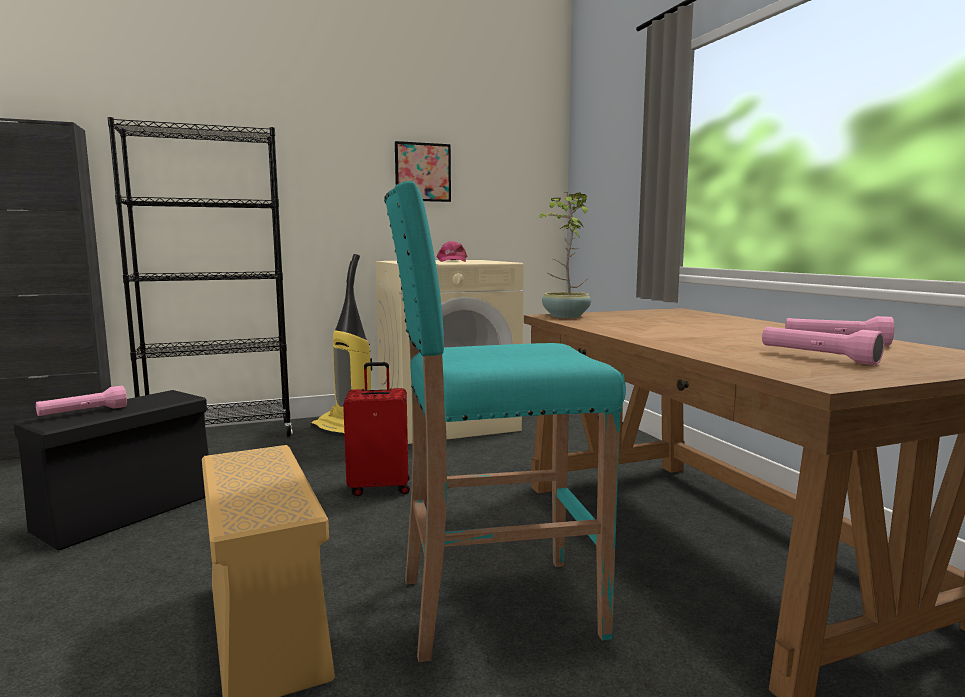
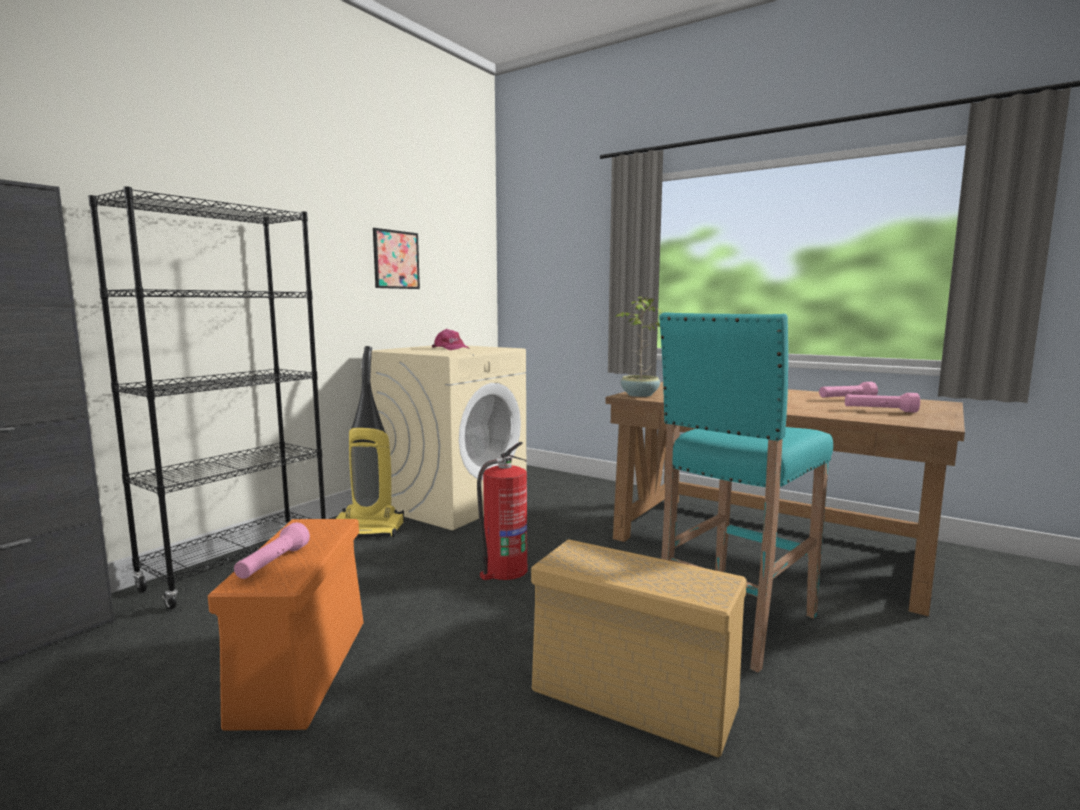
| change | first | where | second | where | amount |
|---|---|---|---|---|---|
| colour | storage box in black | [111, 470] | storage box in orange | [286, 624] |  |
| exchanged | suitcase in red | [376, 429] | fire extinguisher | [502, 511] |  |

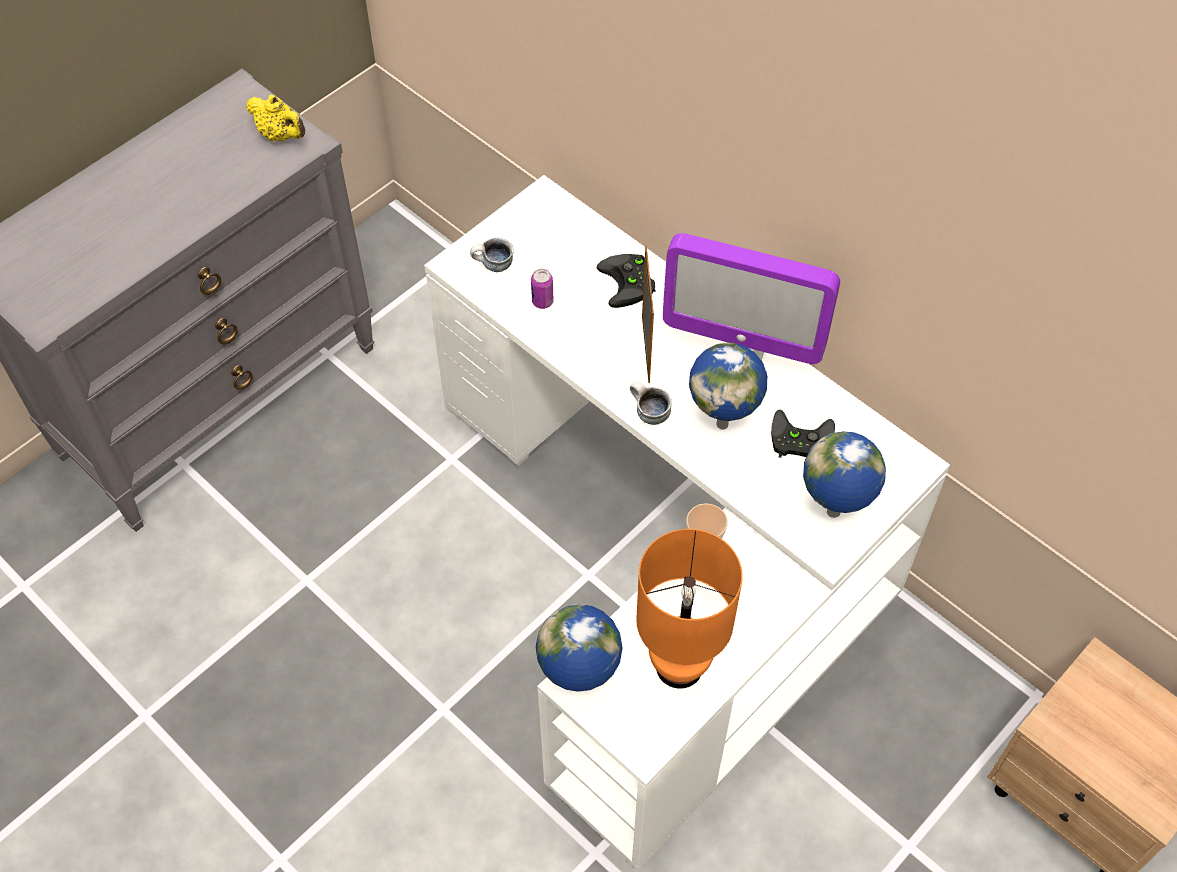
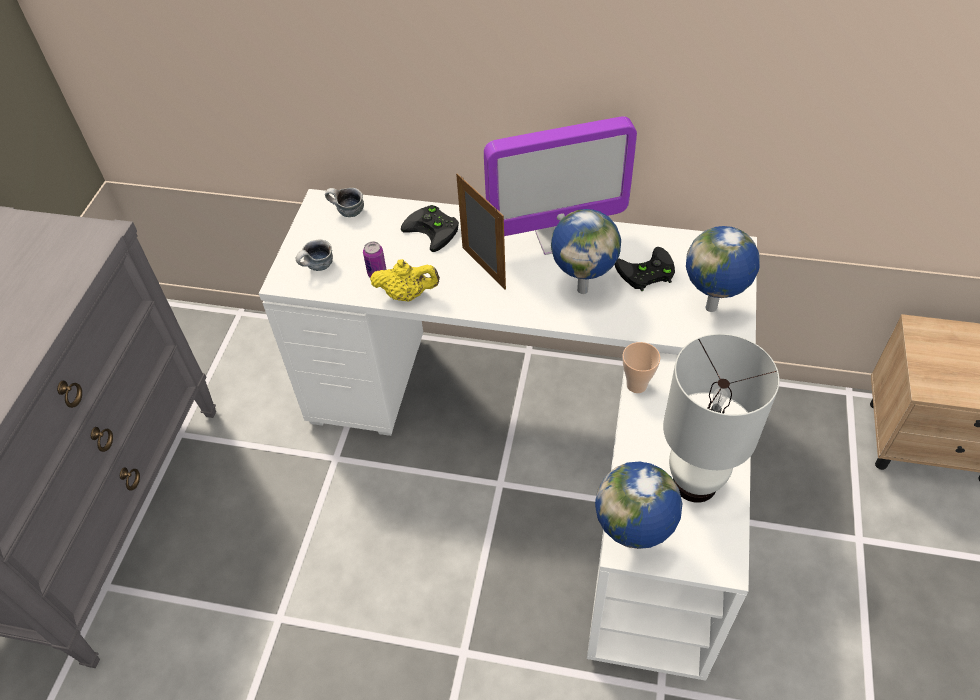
| change | first | where | second | where | amount |
|---|---|---|---|---|---|
| relocated | mug | [651, 403] |  | [344, 202] |  |
| relocated | teapot in yellow | [275, 117] |  | [405, 280] |  |
| colour | table lamp in orange | [689, 609] | table lamp in white | [721, 418] |  |

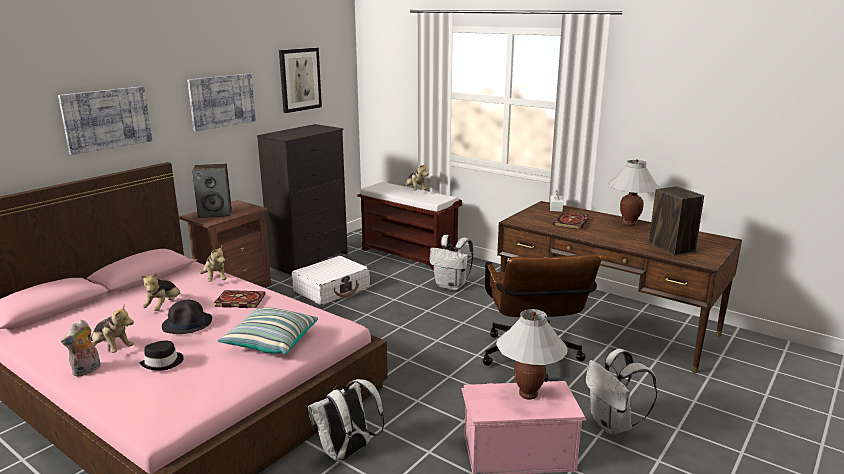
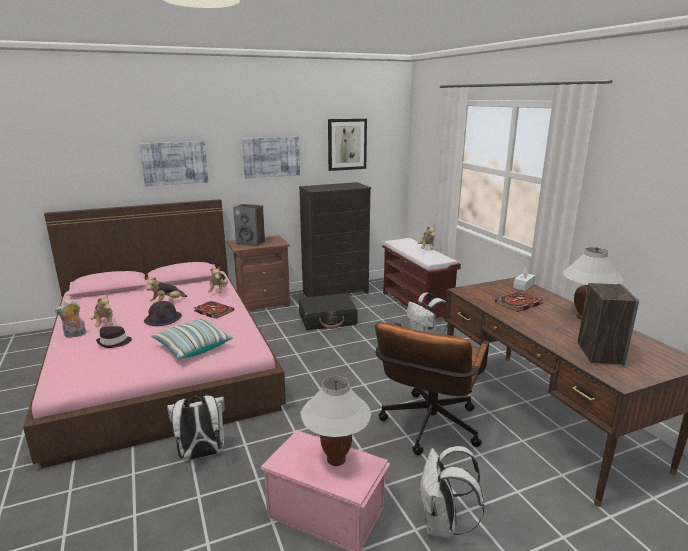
| change | first | where | second | where | amount |
|---|---|---|---|---|---|
| colour | suitcase in white | [331, 280] | suitcase in black | [327, 311] |  |

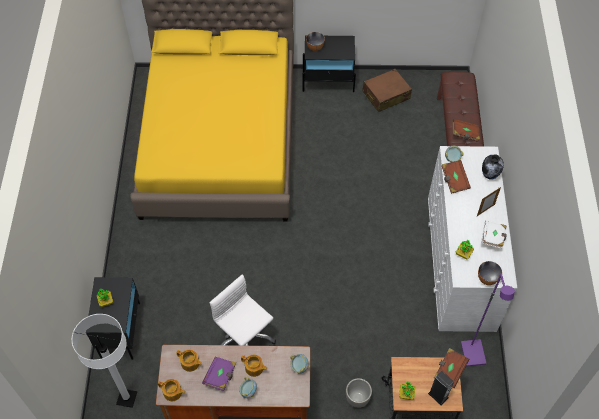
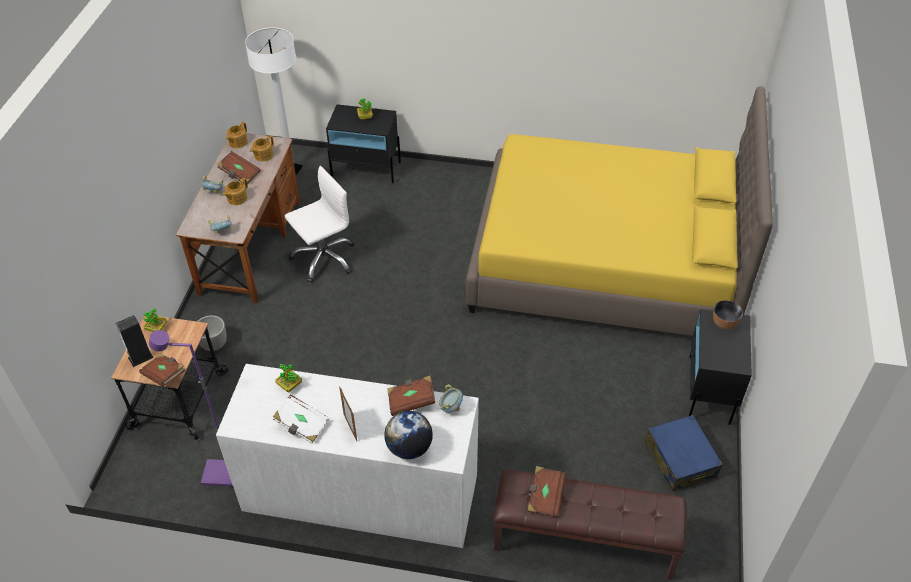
| change | first | where | second | where | amount |
|---|---|---|---|---|---|
| colour | book in purple | [219, 374] | book in brown | [239, 167] |  |
| exchanged | vase | [493, 166] | globe | [408, 435] |  |
| colour | suitcase in brown | [387, 90] | suitcase in blue | [684, 453] |  |
| missing | bowl | [490, 273] |  |  |  |

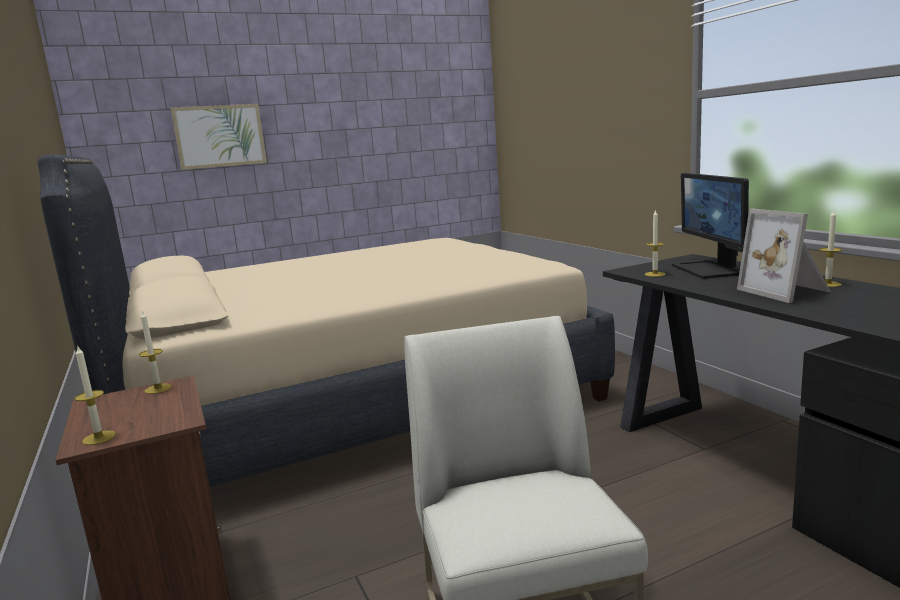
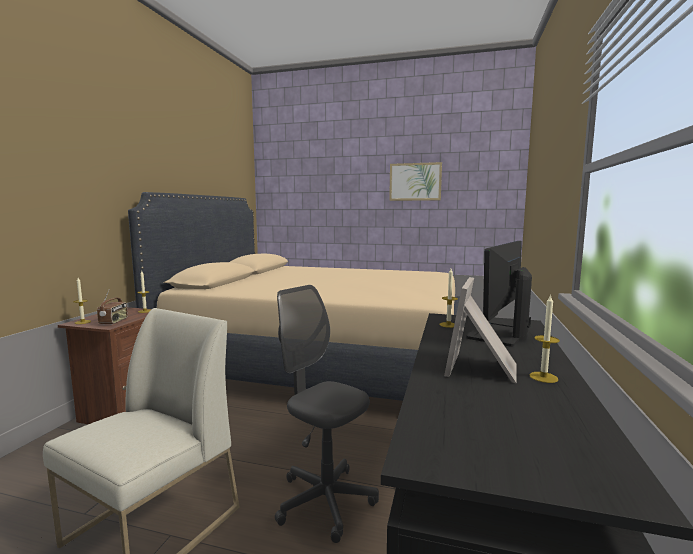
| change | first | where | second | where | amount |
|---|---|---|---|---|---|
| appeared |  |  | radio | [112, 307] |  |
| appeared |  |  | office chair in grey | [327, 414] |  |
| relocated | picture | [219, 137] |  | [415, 181] |  |

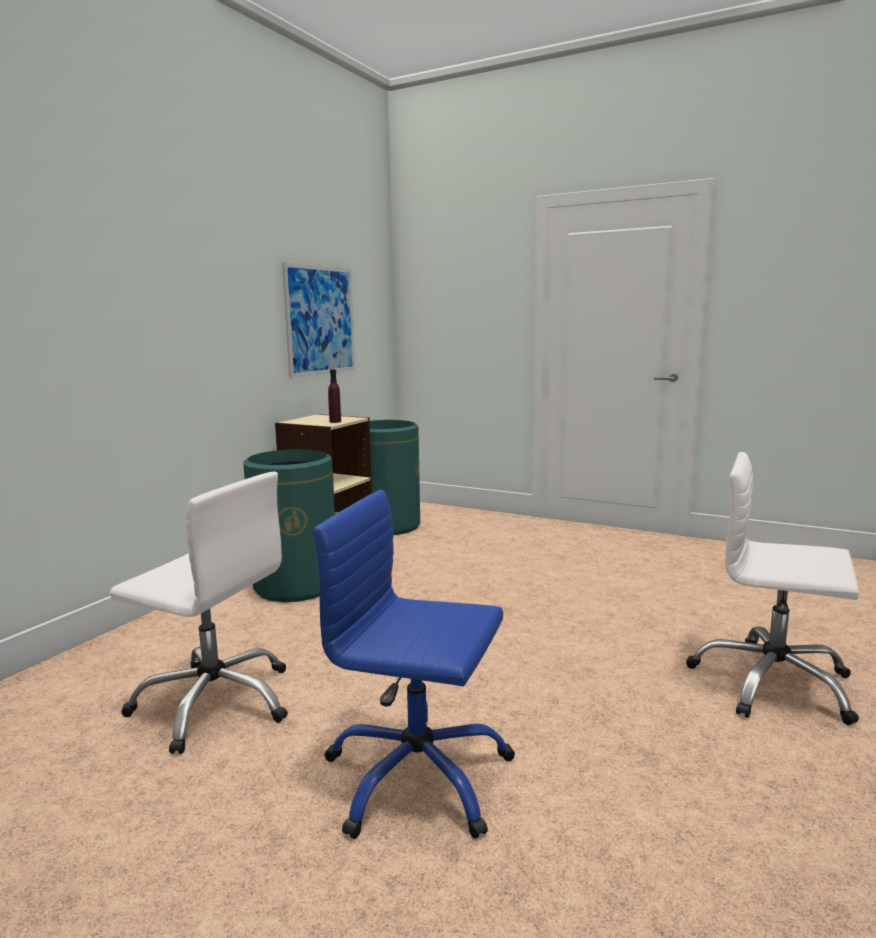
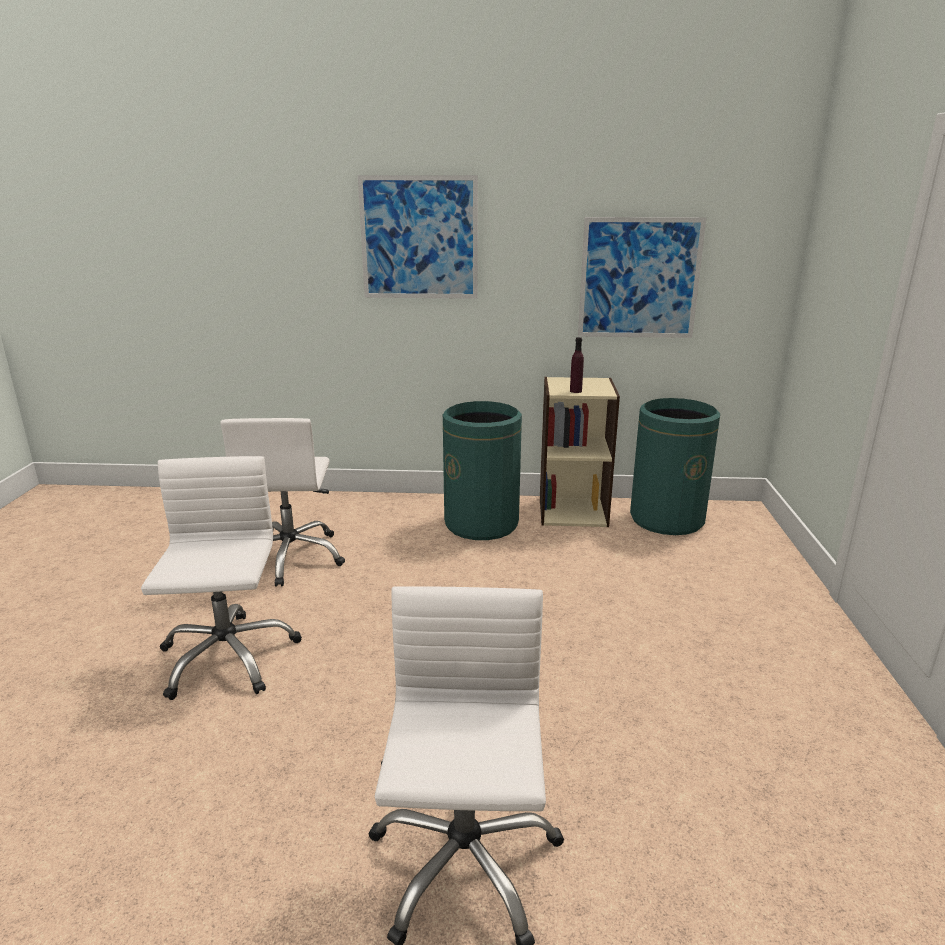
| change | first | where | second | where | amount |
|---|---|---|---|---|---|
| colour | office chair in blue | [414, 664] | office chair in white | [221, 578] |  |
| appeared |  |  | picture | [418, 237] |  |

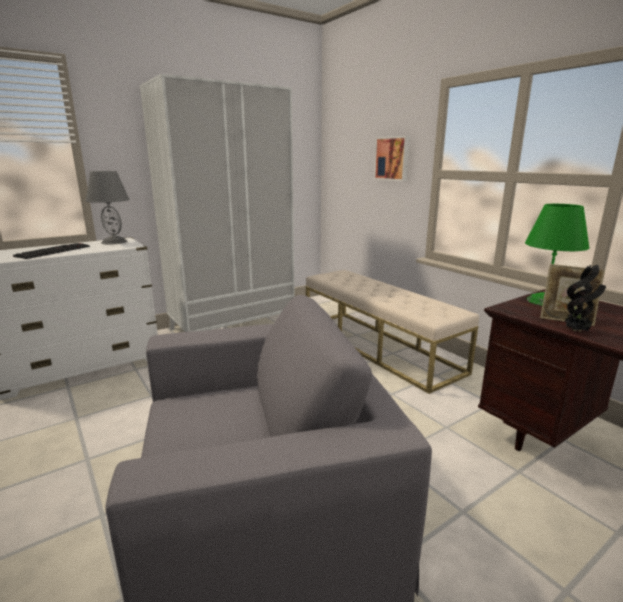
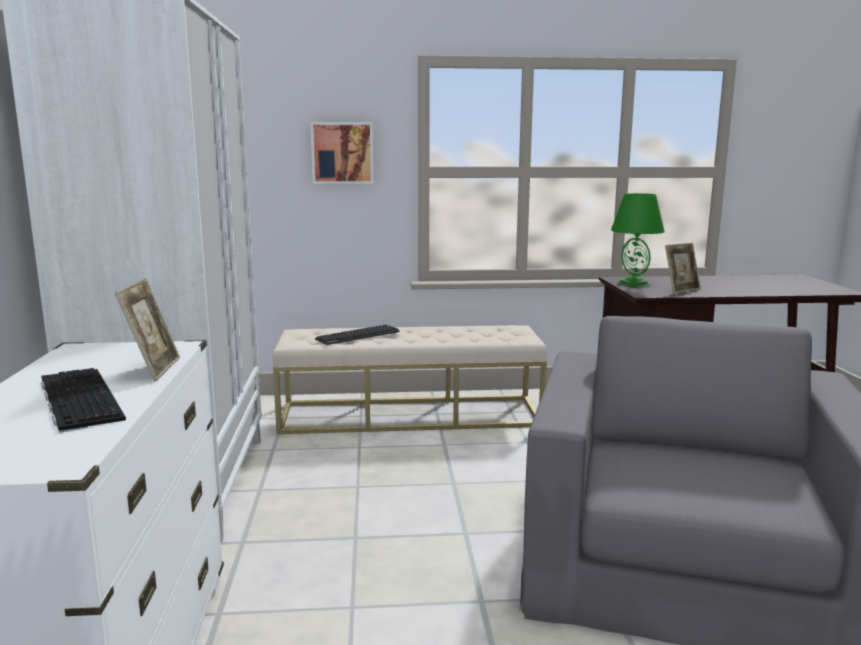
| change | first | where | second | where | amount |
|---|---|---|---|---|---|
| appeared |  |  | picture frame | [147, 329] |  |
| appeared |  |  | keyboard | [357, 334] |  |
| missing | table lamp in grey | [108, 208] |  |  |  |
| missing | potted plant | [585, 298] |  |  |  |

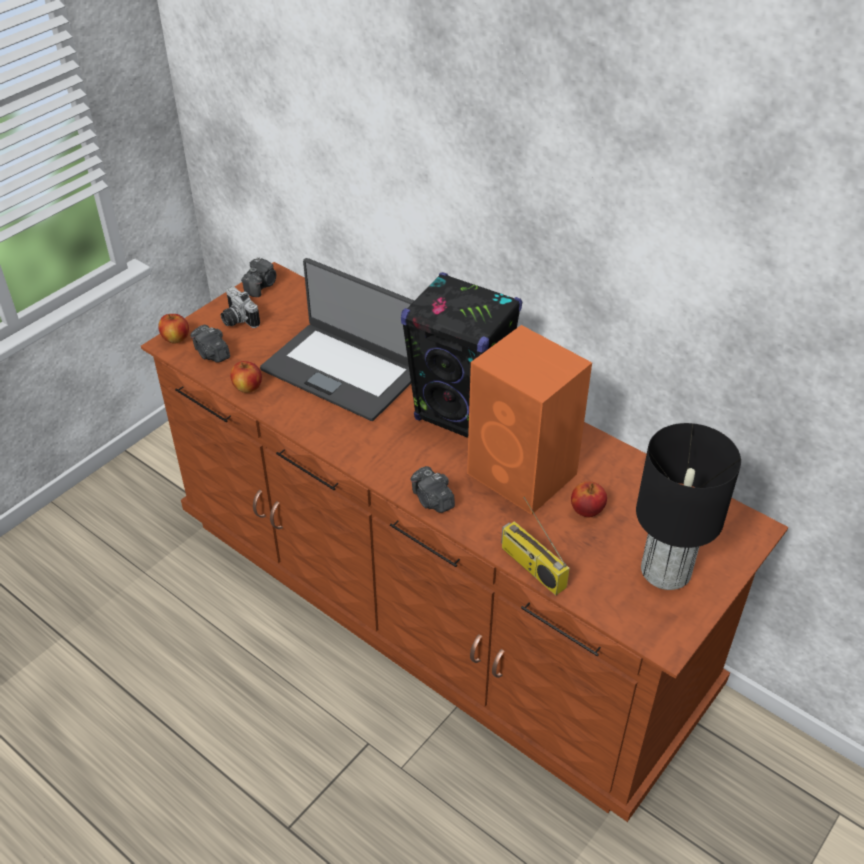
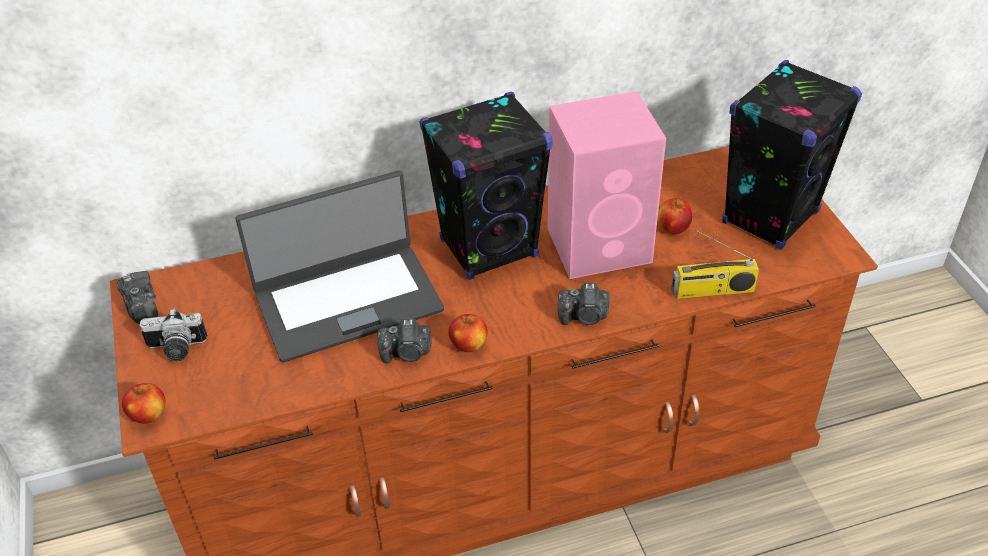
| change | first | where | second | where | amount |
|---|---|---|---|---|---|
| relocated | photo camera | [210, 344] |  | [404, 341] |  |
| relocated | apple | [246, 377] |  | [468, 333] |  |
| colour | speaker in orange | [529, 420] | speaker in pink | [607, 185] |  |
| exchanged | table lamp in black | [688, 506] | speaker in black | [792, 155] |  |

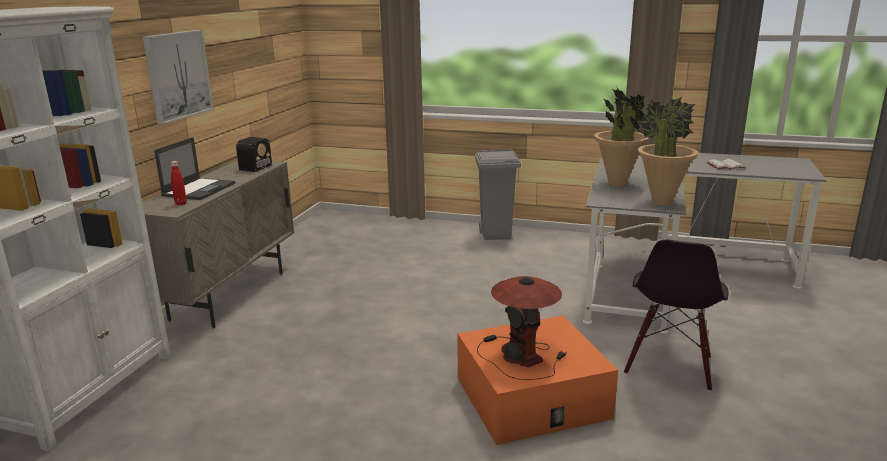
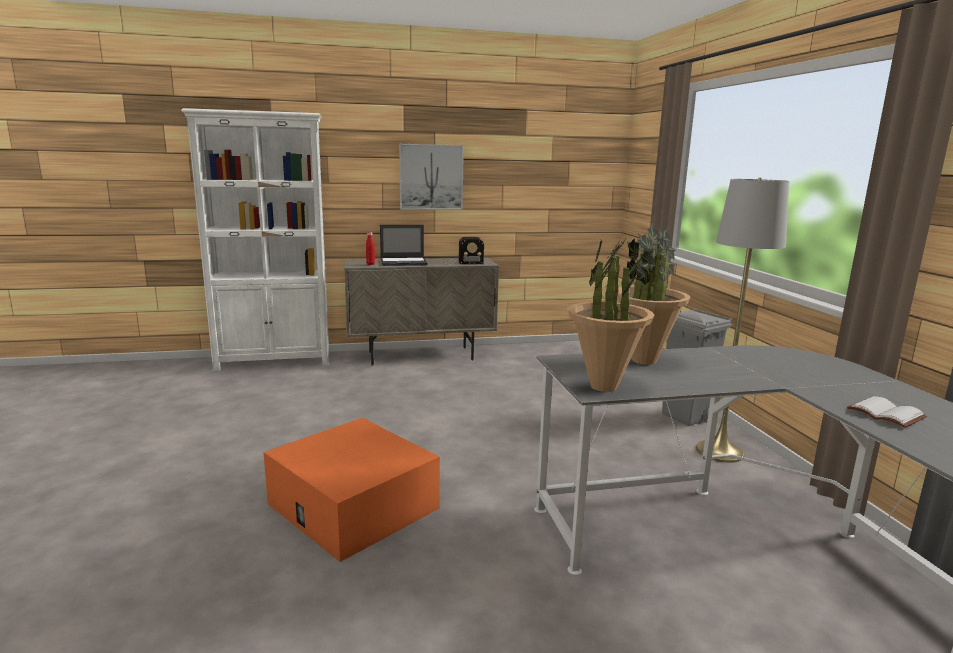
| change | first | where | second | where | amount |
|---|---|---|---|---|---|
| appeared |  |  | floor lamp in grey | [742, 320] |  |
| missing | table lamp | [522, 328] |  |  |  |
| missing | chair in black | [676, 316] |  |  |  |

